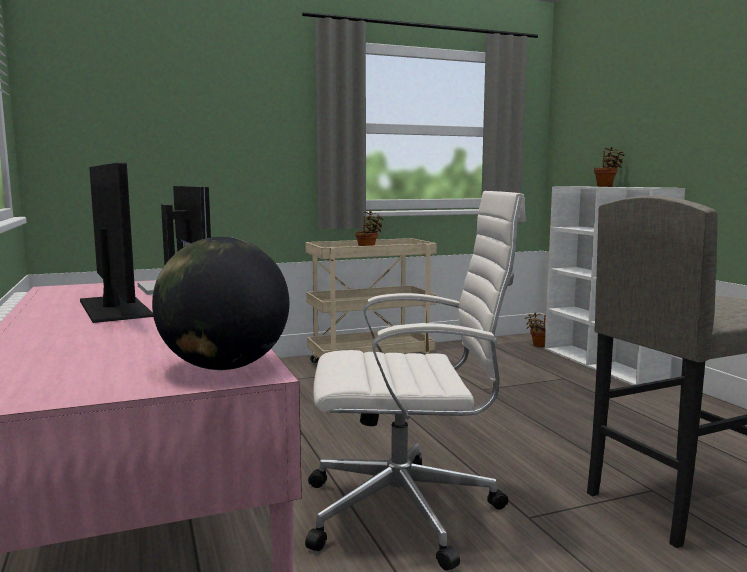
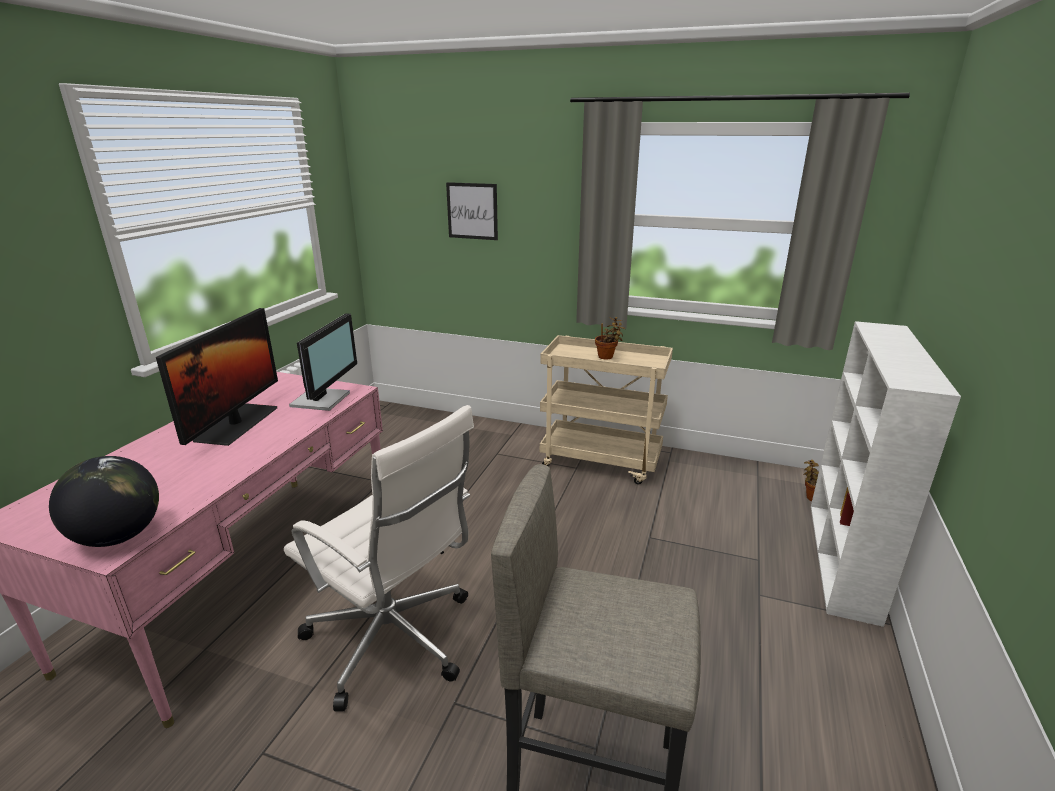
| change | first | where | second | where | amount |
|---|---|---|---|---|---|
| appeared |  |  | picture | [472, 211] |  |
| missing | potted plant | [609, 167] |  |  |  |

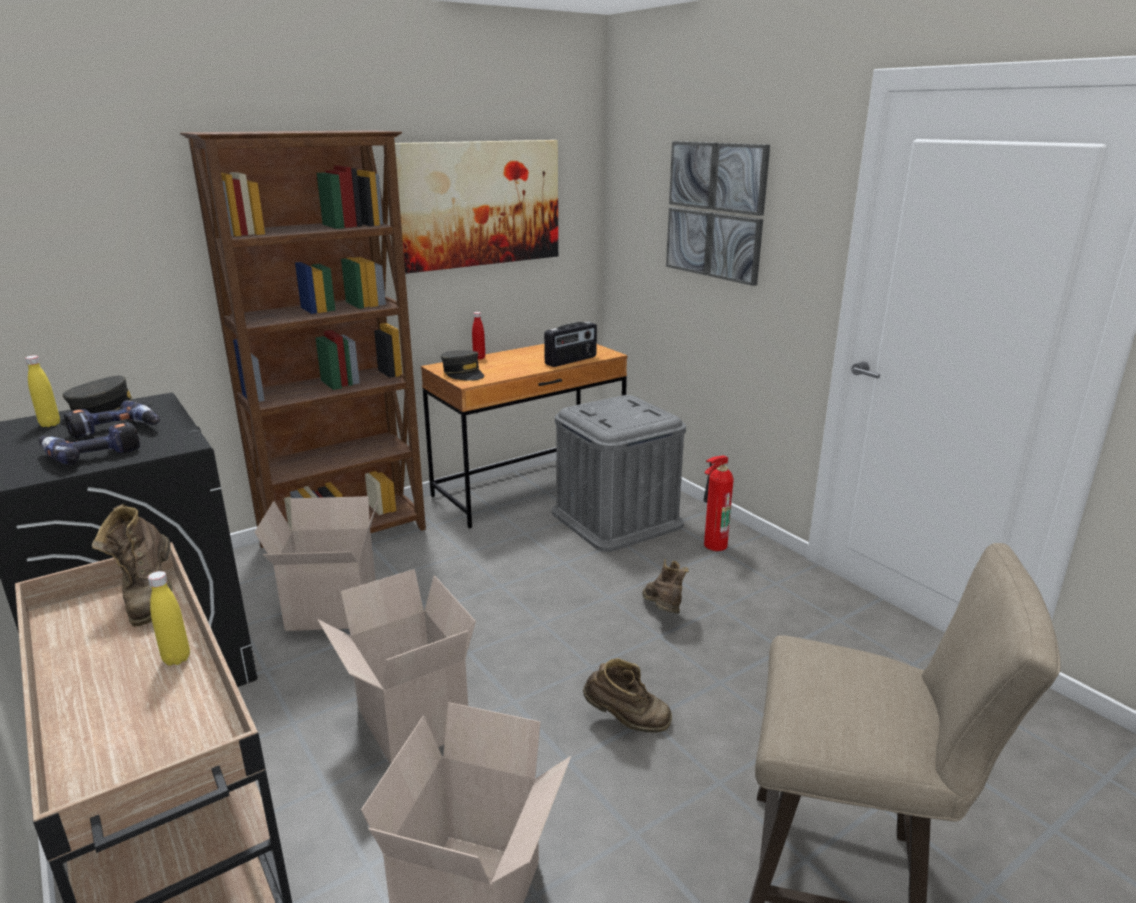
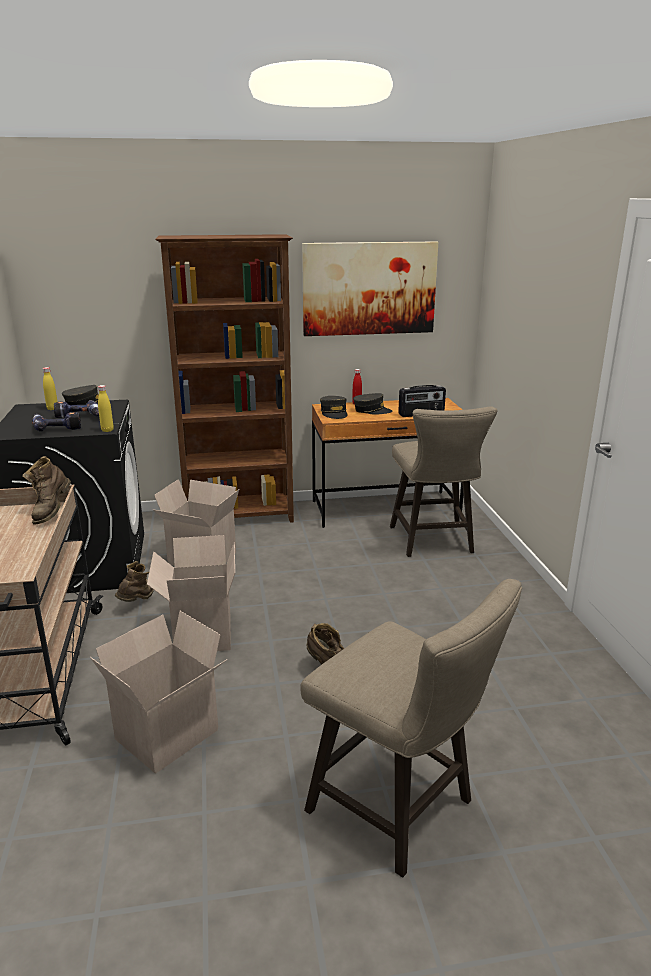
| change | first | where | second | where | amount |
|---|---|---|---|---|---|
| relocated | bottle in yellow | [169, 618] |  | [106, 408] |  |
| relocated | boot in brown | [665, 586] |  | [134, 581] |  |
| appeared |  |  | cap in grey | [372, 404] |  |
| exchanged | storage box in grey | [619, 473] | stool in beige | [443, 481] |  |
| missing | picture | [718, 213] |  |  |  |
| missing | fire extinguisher | [718, 503] |  |  |  |

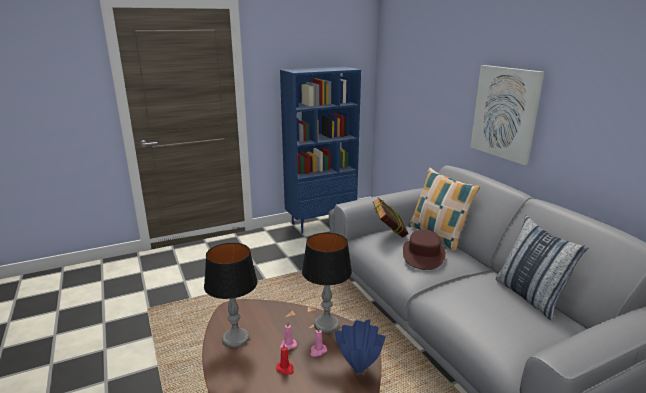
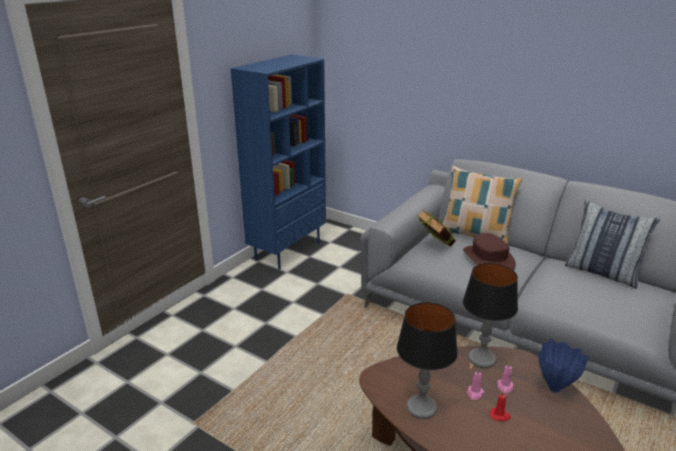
| change | first | where | second | where | amount |
|---|---|---|---|---|---|
| missing | picture | [507, 115] |  |  |  |

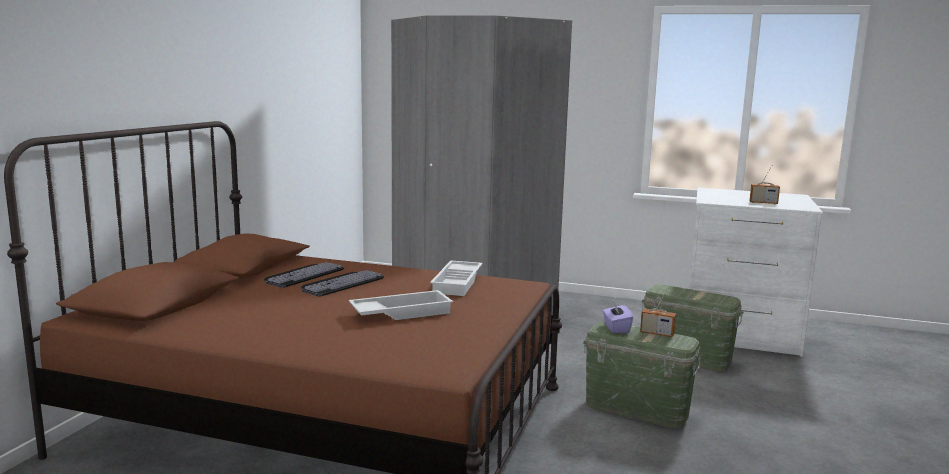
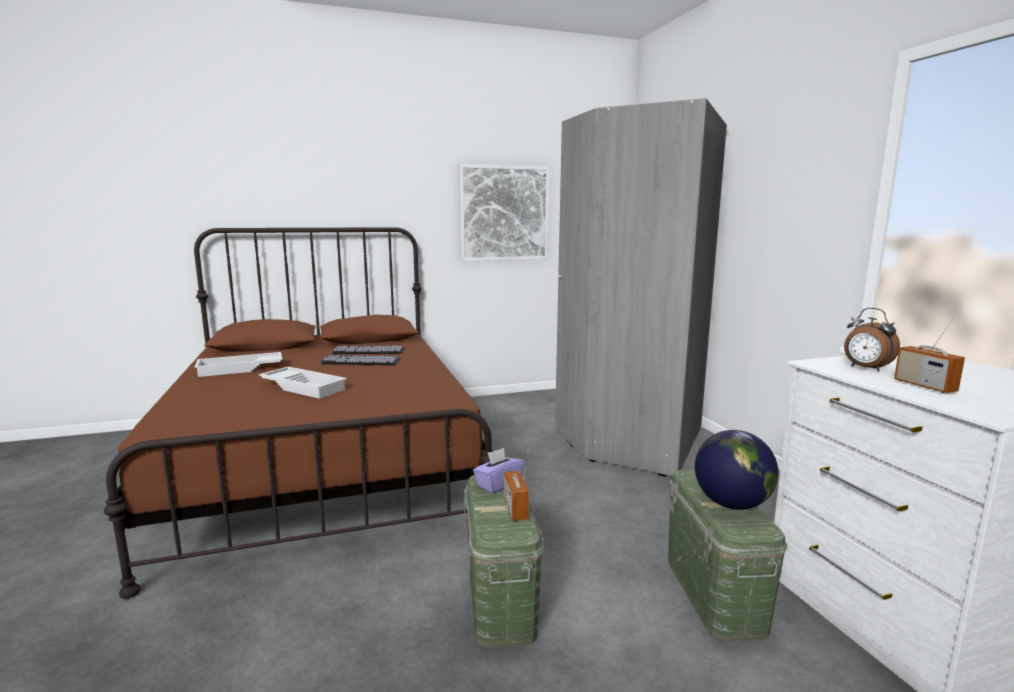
| change | first | where | second | where | amount |
|---|---|---|---|---|---|
| relocated | tray in white | [456, 278] |  | [238, 364] |  |
| appeared |  |  | picture | [504, 212] |  |
| appeared |  |  | globe | [736, 470] |  |
| appeared |  |  | alarm clock | [872, 340] |  |

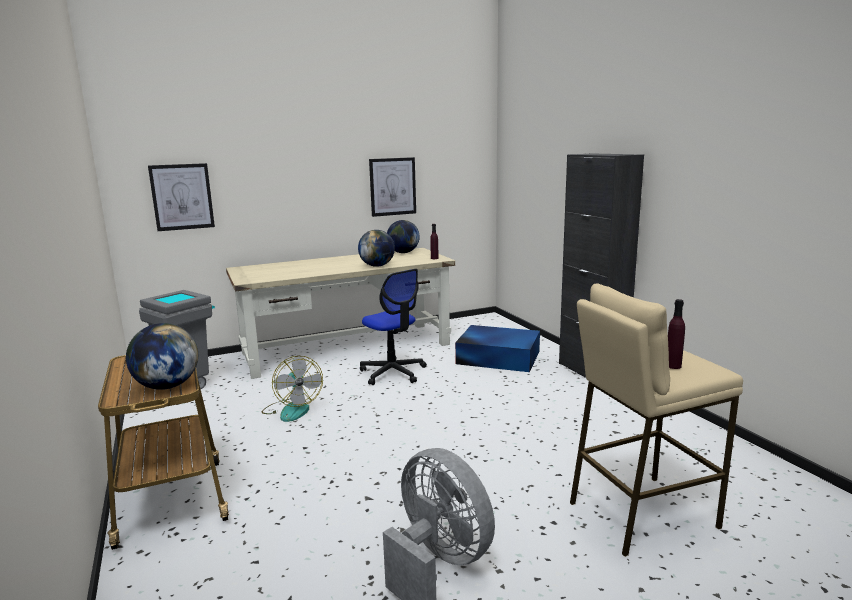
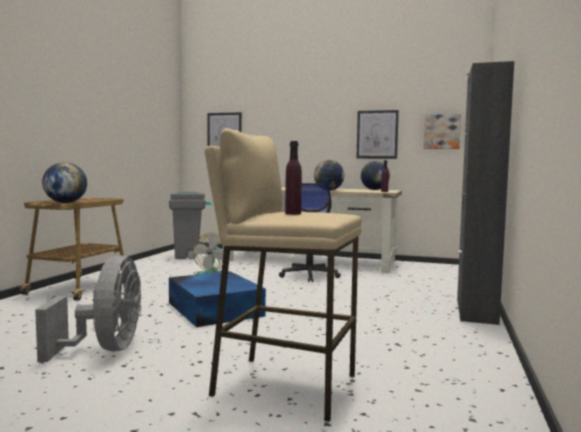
| change | first | where | second | where | amount |
|---|---|---|---|---|---|
| relocated | storage box in blue | [497, 348] |  | [217, 299] |  |
| appeared |  |  | picture | [442, 131] |  |

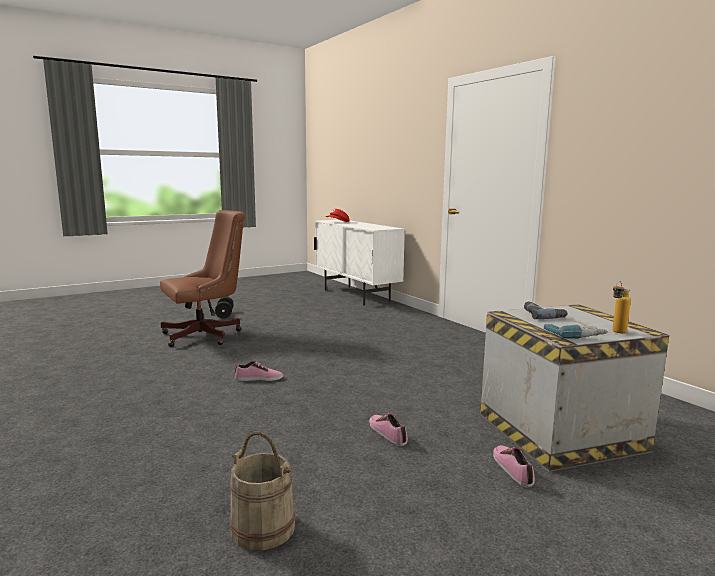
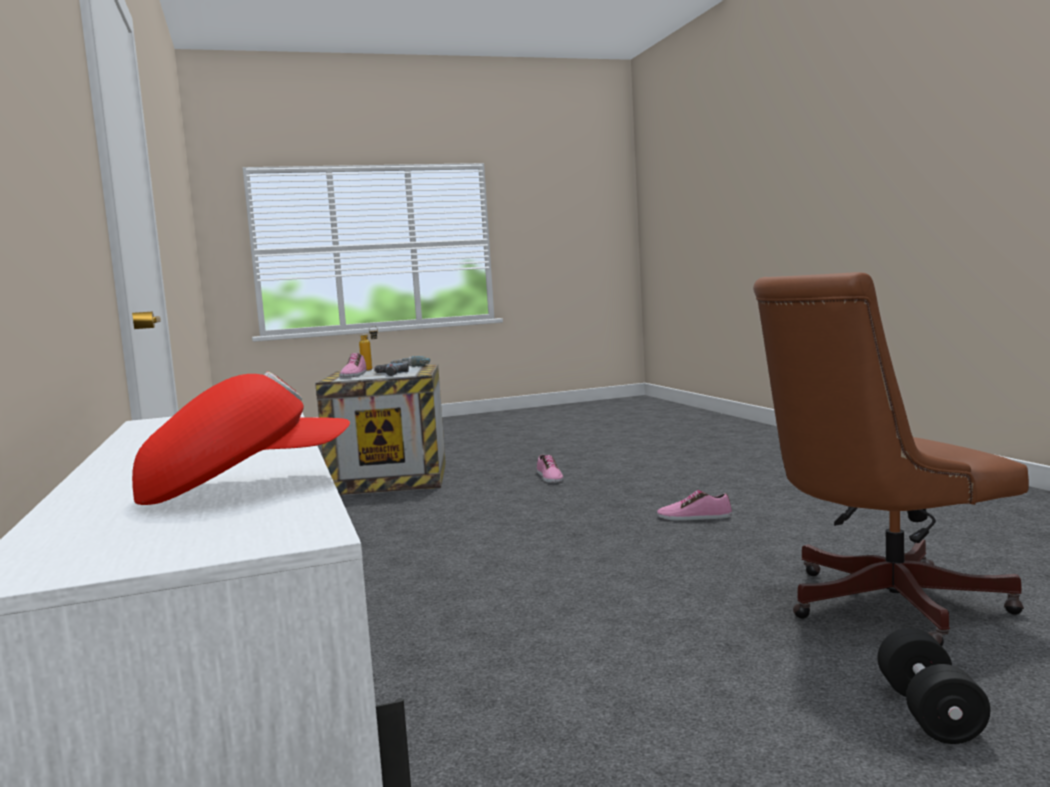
| change | first | where | second | where | amount |
|---|---|---|---|---|---|
| relocated | shoe | [514, 466] |  | [353, 365] |  |
| missing | bucket in beige | [262, 491] |  |  |  |

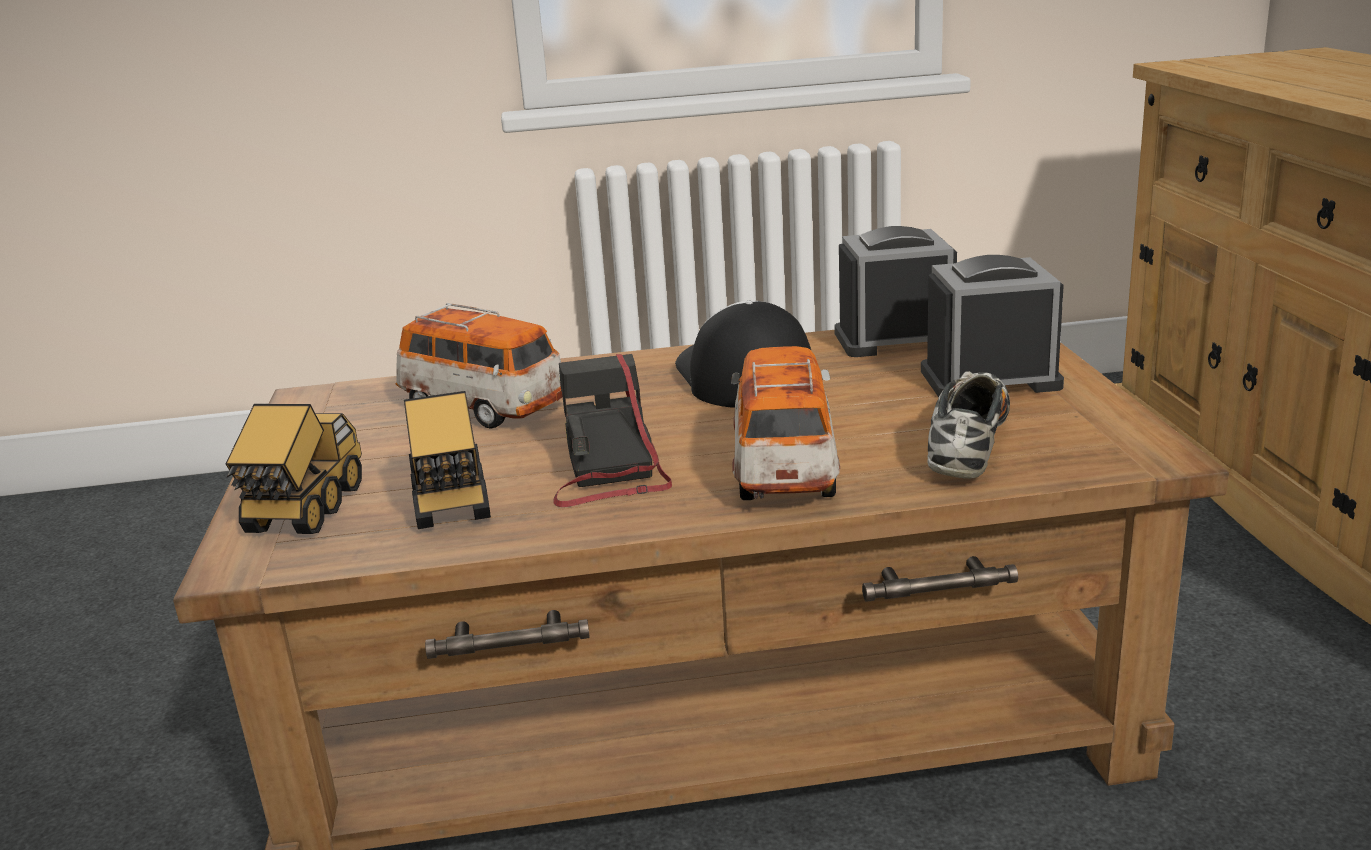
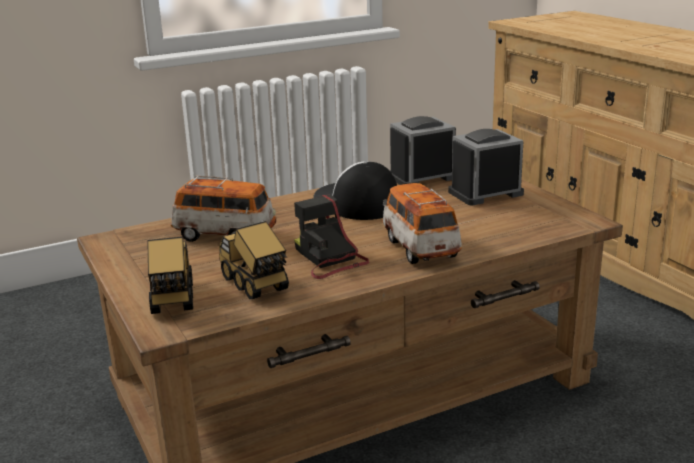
| change | first | where | second | where | amount |
|---|---|---|---|---|---|
| missing | shoe | [968, 425] |  |  |  |

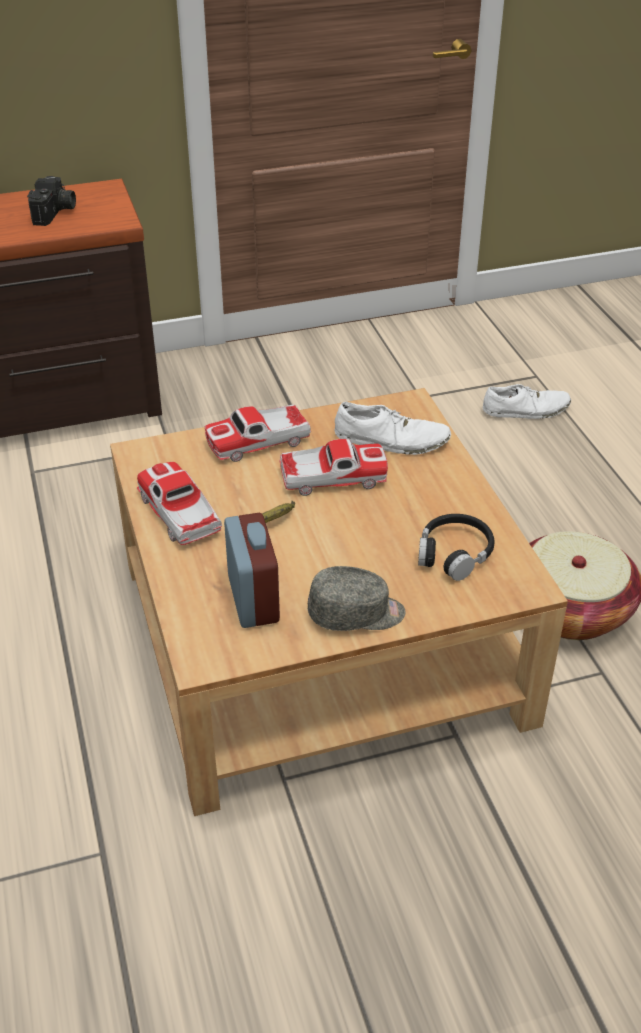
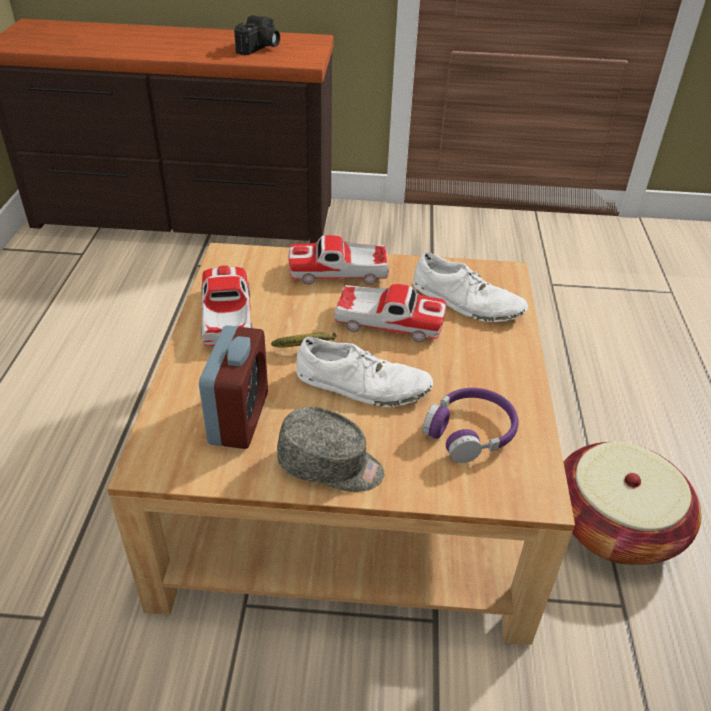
| change | first | where | second | where | amount |
|---|---|---|---|---|---|
| relocated | shoe in white | [527, 401] |  | [364, 372] |  |
| colour | headphones in black | [456, 547] | headphones in purple | [470, 425] |  |

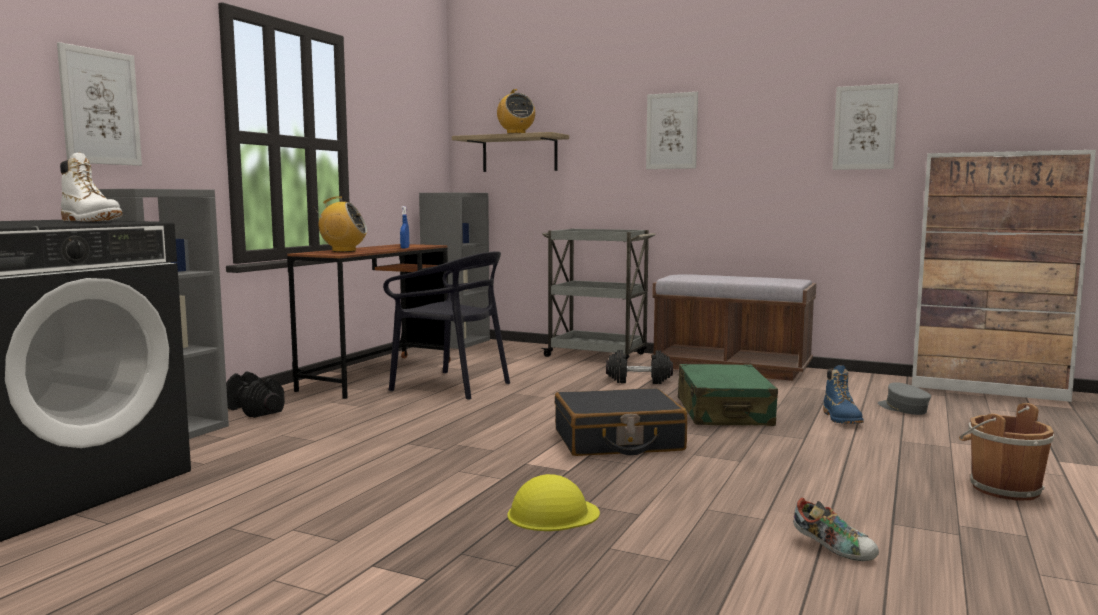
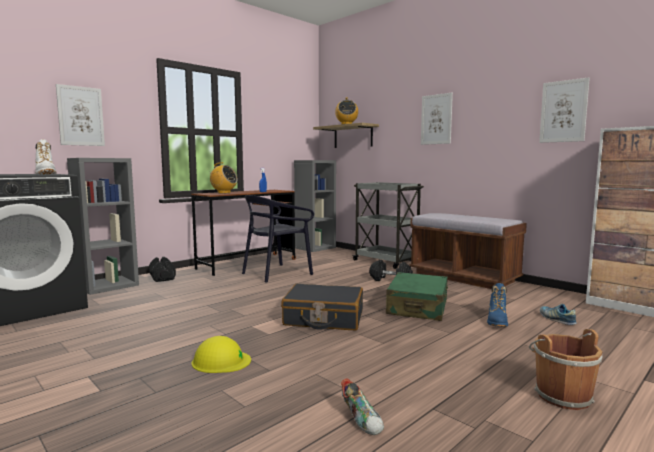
| change | first | where | second | where | amount |
|---|---|---|---|---|---|
| spun | chair in black | [446, 325] |  | [278, 239] | 90 degrees clockwise |
| exchanged | cap in grey | [904, 398] | shoe | [558, 314] |  |

